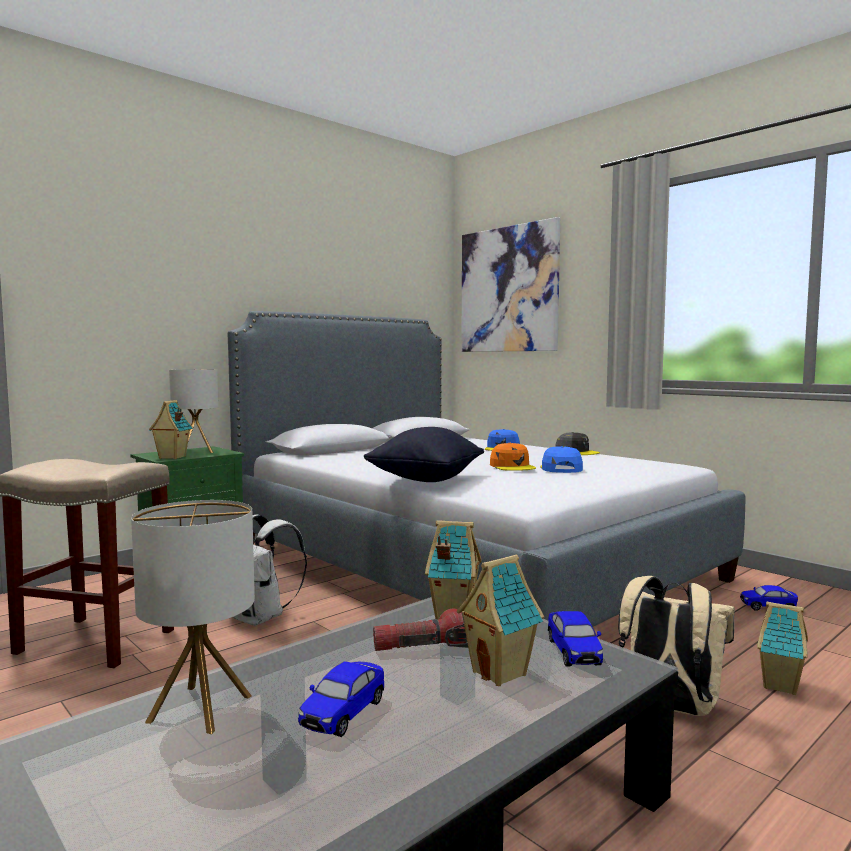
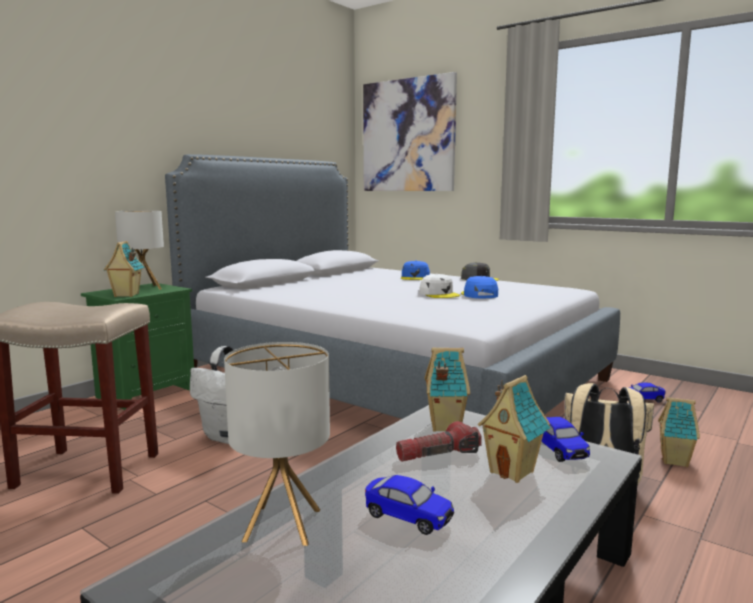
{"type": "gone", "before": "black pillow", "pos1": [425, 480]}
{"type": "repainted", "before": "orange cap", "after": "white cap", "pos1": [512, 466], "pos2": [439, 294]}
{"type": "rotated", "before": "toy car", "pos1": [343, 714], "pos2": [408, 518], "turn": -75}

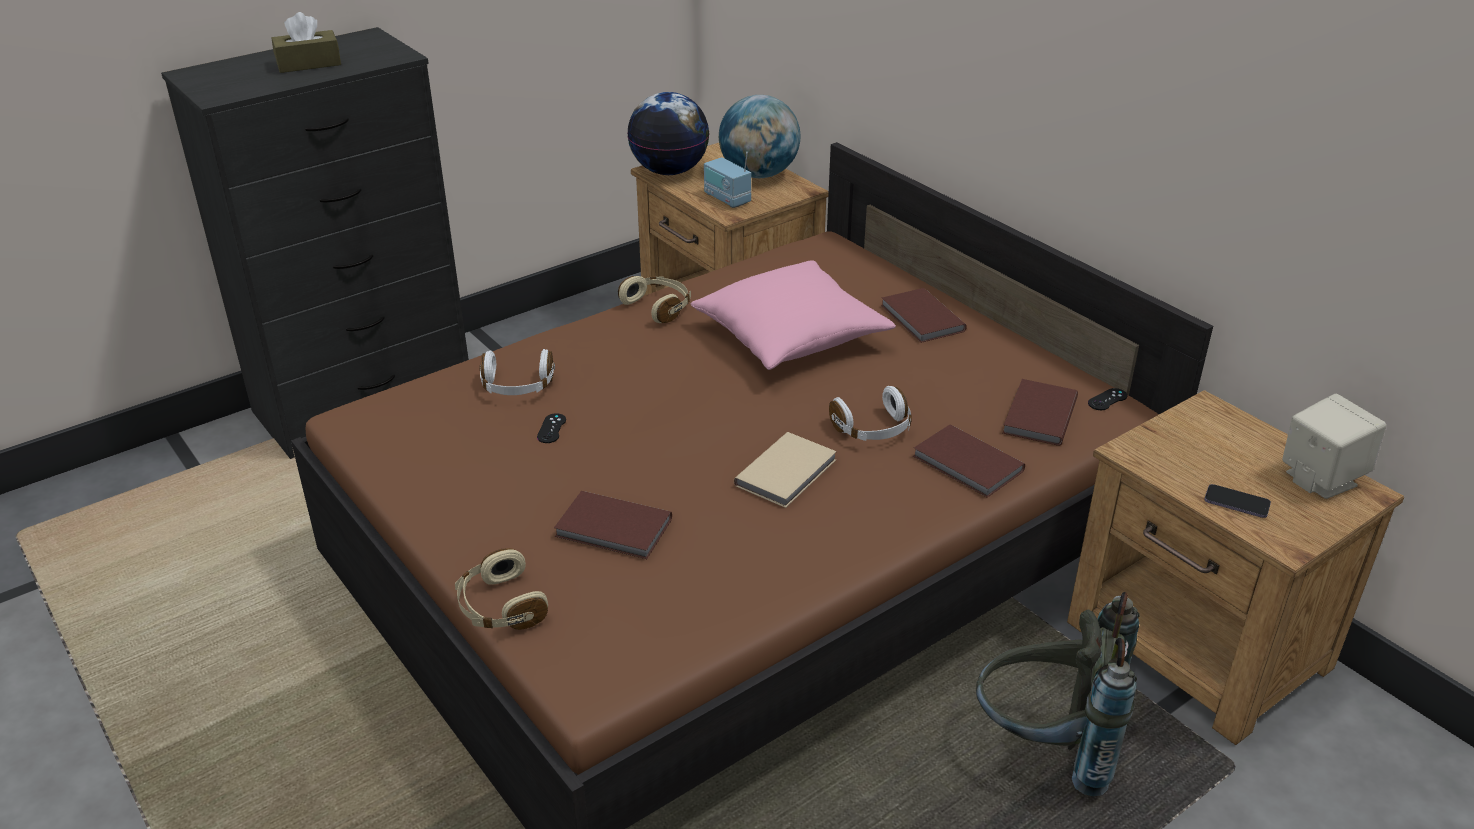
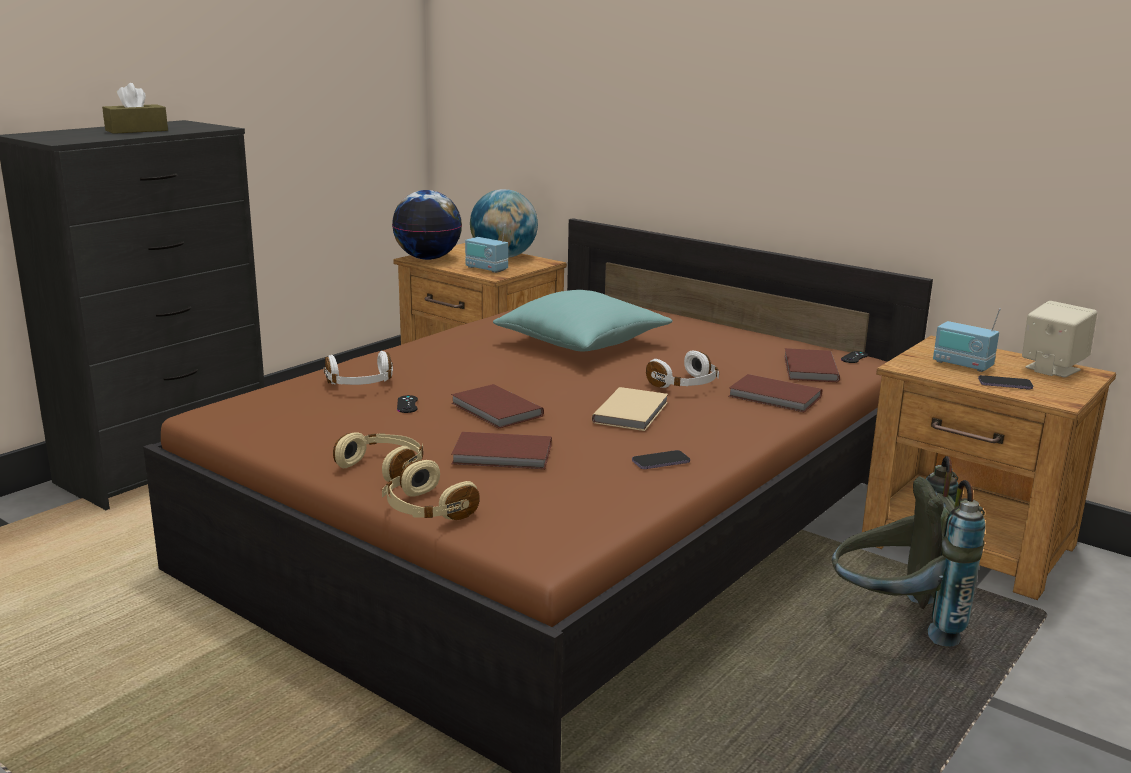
{"type": "new", "after": "phone", "pos2": [660, 462]}
{"type": "new", "after": "radio", "pos2": [962, 365]}
{"type": "shifted", "before": "beige headphones", "pos1": [658, 307], "pos2": [384, 467]}
{"type": "shifted", "before": "brown book", "pos1": [921, 319], "pos2": [495, 410]}
{"type": "repainted", "before": "pink pillow", "after": "turquoise pillow", "pos1": [791, 337], "pos2": [582, 342]}

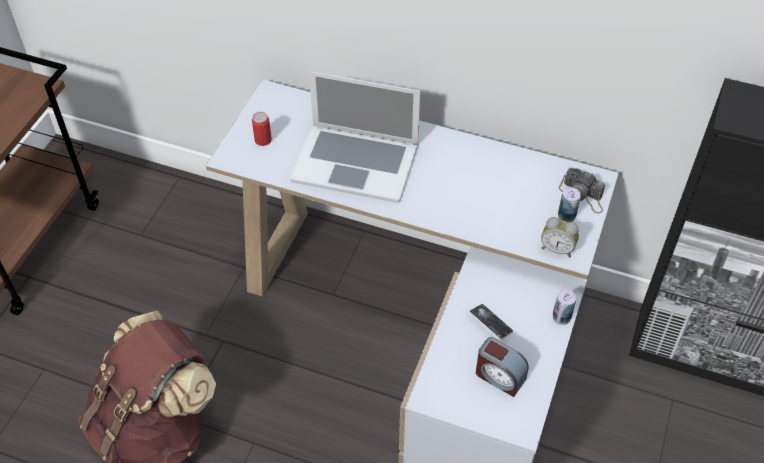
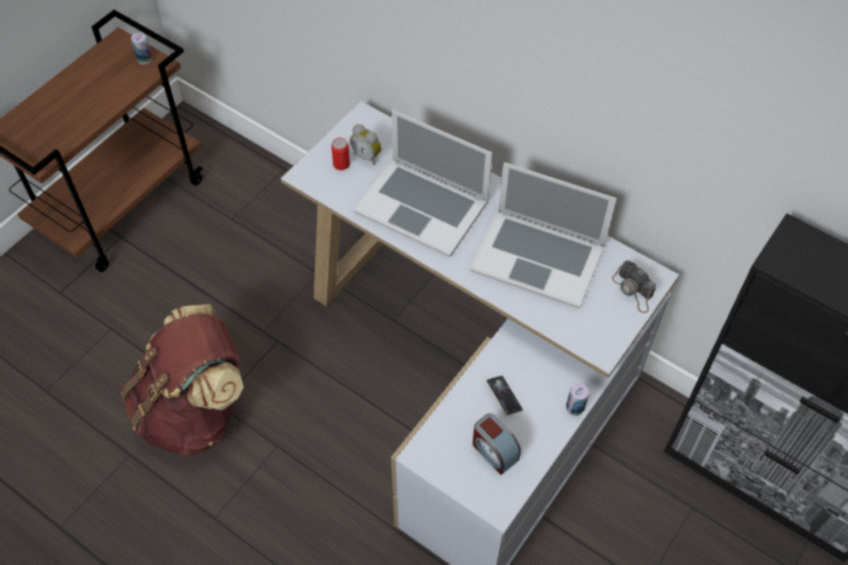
{"type": "new", "after": "laptop", "pos2": [538, 257]}
{"type": "shifted", "before": "alarm clock", "pos1": [557, 248], "pos2": [367, 155]}
{"type": "shifted", "before": "can", "pos1": [566, 216], "pos2": [145, 59]}

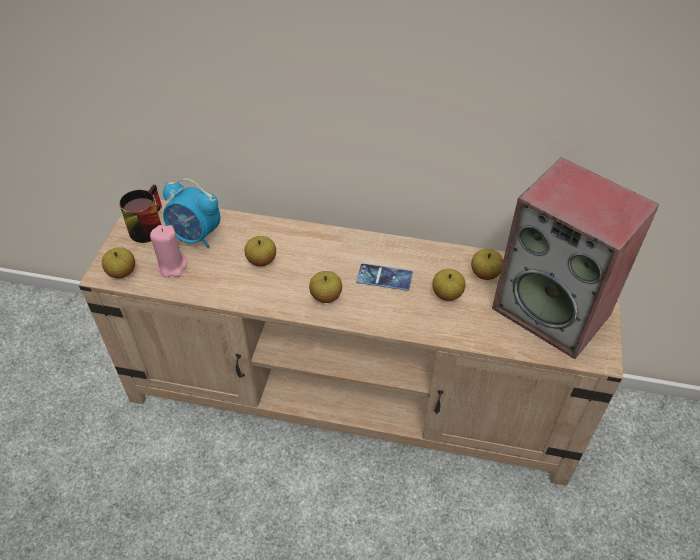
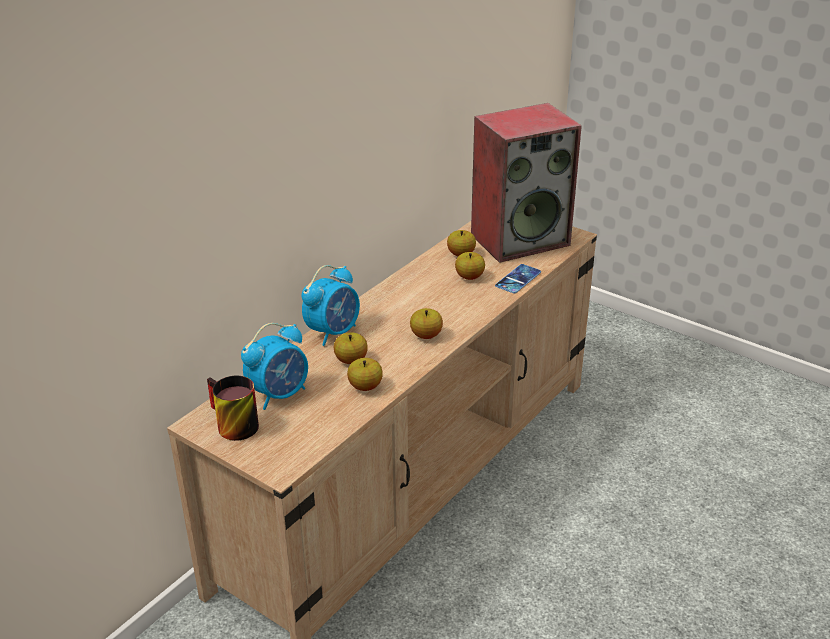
{"type": "gone", "before": "pink candle", "pos1": [172, 266]}
{"type": "new", "after": "alarm clock", "pos2": [333, 332]}
{"type": "shifted", "before": "apple", "pos1": [122, 272], "pos2": [365, 386]}
{"type": "shifted", "before": "phone", "pos1": [384, 277], "pos2": [518, 279]}

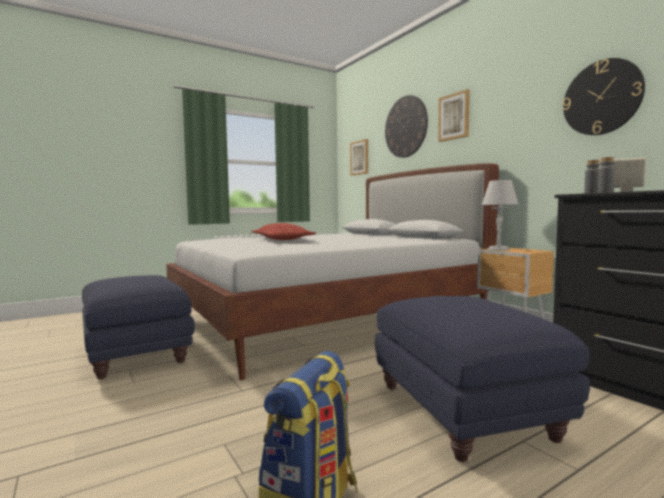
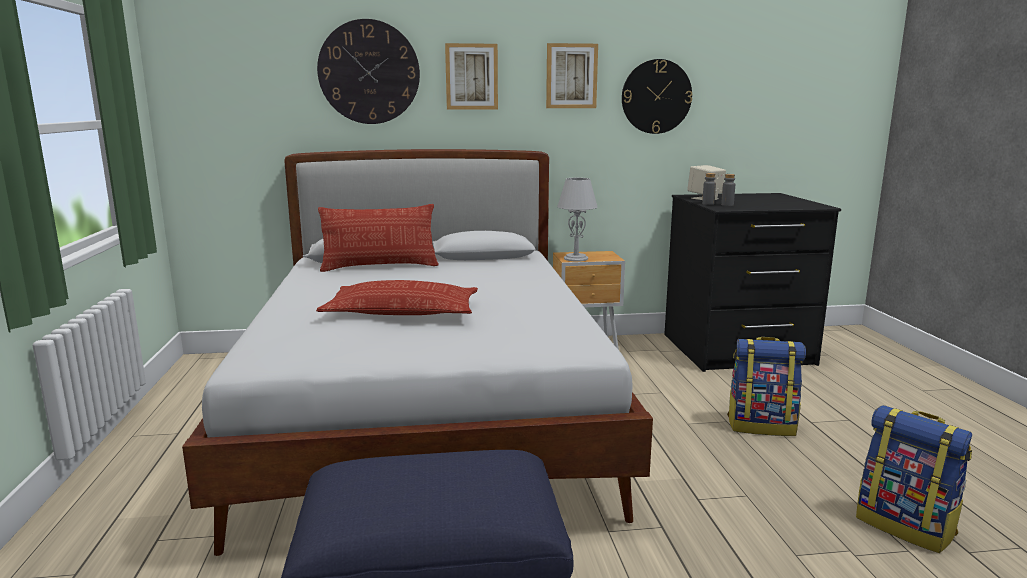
{"type": "new", "after": "pillow", "pos2": [380, 267]}
{"type": "shifted", "before": "picture", "pos1": [359, 157], "pos2": [571, 76]}
{"type": "swapped", "before": "blue ottoman", "after": "backpack", "pos1": [465, 412], "pos2": [761, 426]}

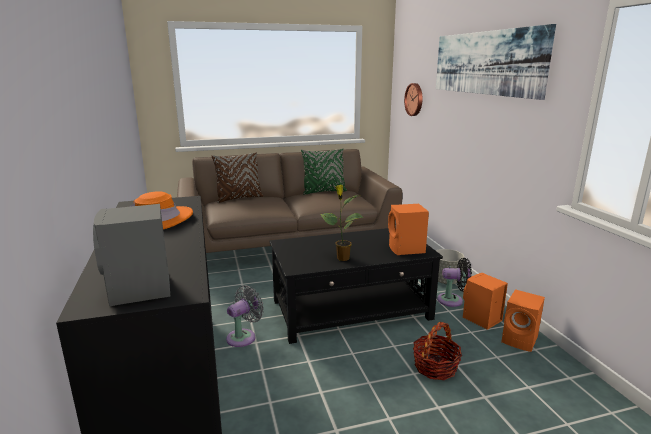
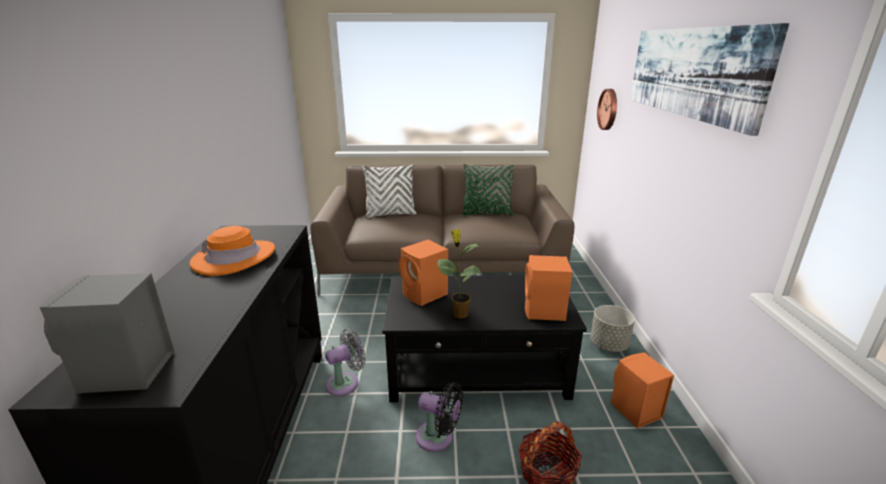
{"type": "shifted", "before": "black fan", "pos1": [453, 300], "pos2": [438, 438]}
{"type": "shifted", "before": "orange speaker", "pos1": [521, 340], "pos2": [425, 295]}
{"type": "repainted", "before": "brown pillow", "after": "white pillow", "pos1": [239, 198], "pos2": [390, 214]}

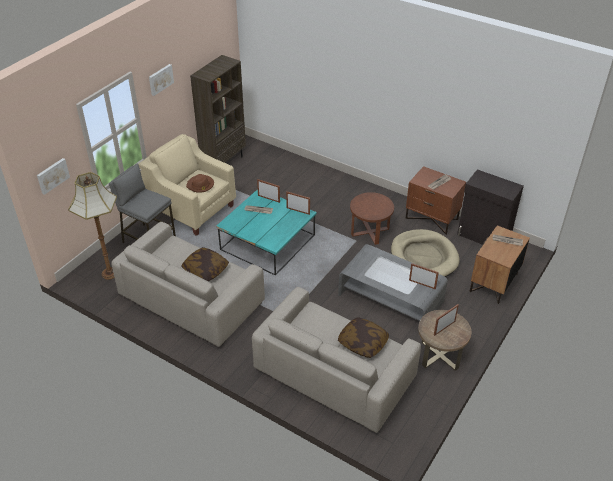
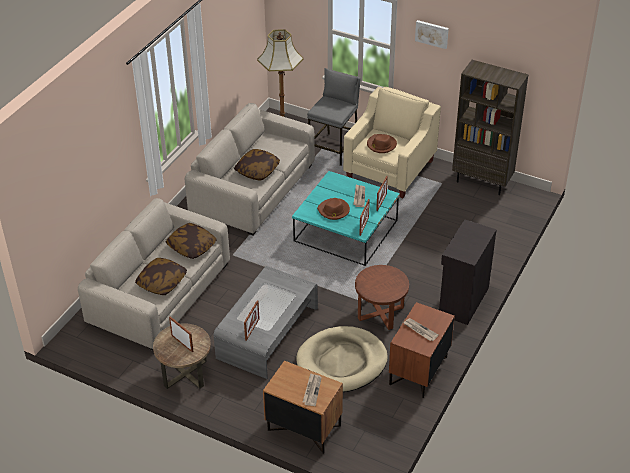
{"type": "gone", "before": "picture", "pos1": [52, 175]}
{"type": "new", "after": "pillow", "pos2": [191, 247]}
{"type": "new", "after": "brown hat", "pos2": [334, 210]}
{"type": "shifted", "before": "black cabinet", "pos1": [483, 236], "pos2": [462, 301]}

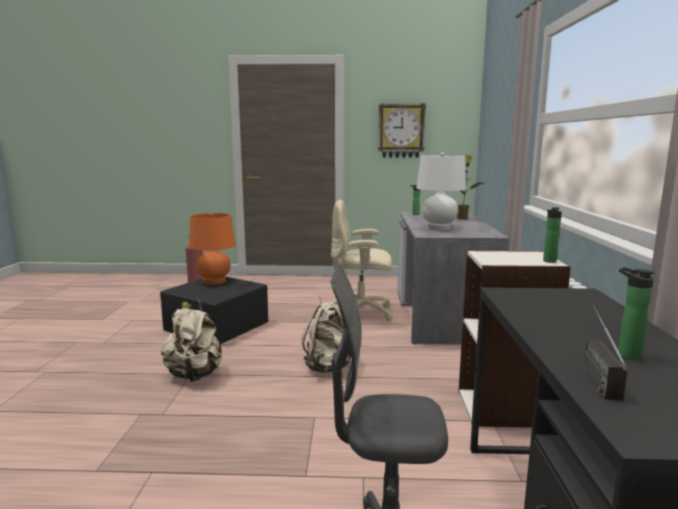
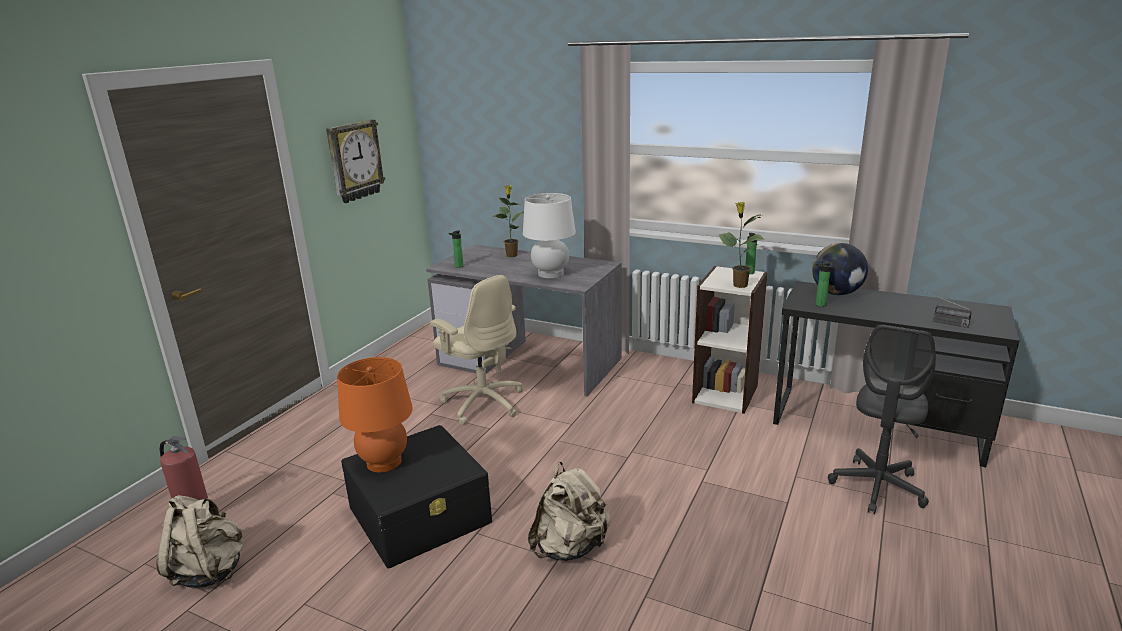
{"type": "new", "after": "potted plant", "pos2": [739, 285]}
{"type": "new", "after": "globe", "pos2": [836, 293]}
{"type": "shifted", "before": "beige backpack", "pos1": [329, 367], "pos2": [209, 571]}
{"type": "shifted", "before": "bottle", "pos1": [625, 354], "pos2": [819, 305]}
{"type": "rotated", "before": "beige office chair", "pos1": [361, 313], "pos2": [483, 402], "turn": -75}

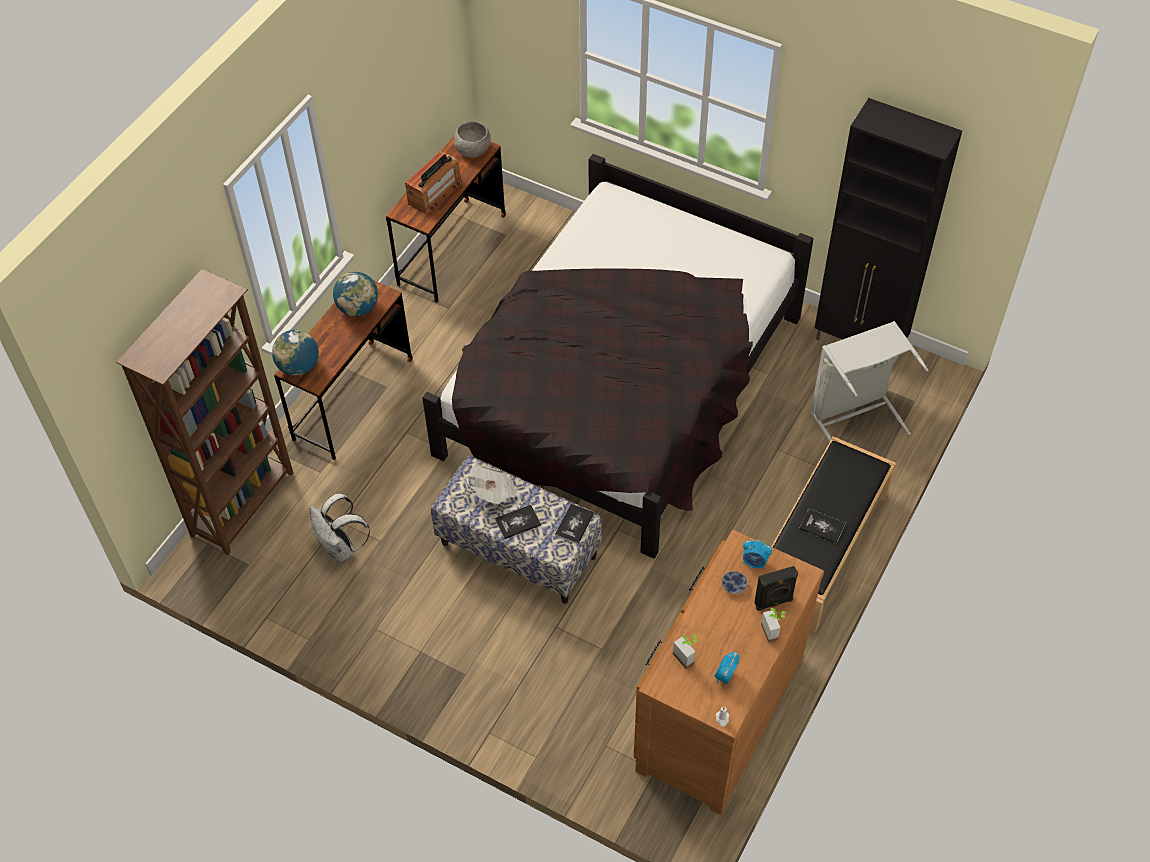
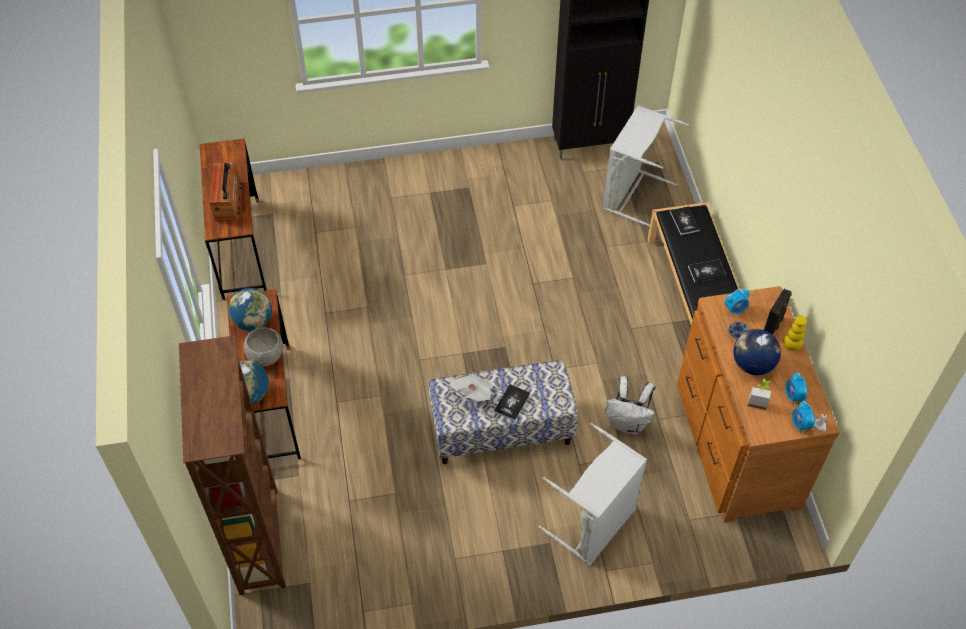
{"type": "gone", "before": "black bed", "pos1": [621, 387]}
{"type": "new", "after": "grey laundry basket", "pos2": [595, 525]}
{"type": "new", "after": "globe", "pos2": [752, 364]}
{"type": "new", "after": "alarm clock", "pos2": [800, 424]}
{"type": "shifted", "before": "white backpack", "pos1": [341, 548], "pos2": [628, 423]}
{"type": "shifted", "before": "grey bowl", "pos1": [473, 151], "pos2": [266, 356]}
{"type": "shifted", "before": "book", "pos1": [574, 524], "pos2": [684, 221]}
{"type": "swapped", "before": "potted plant", "after": "yellow vase", "pos1": [773, 631], "pos2": [791, 346]}

